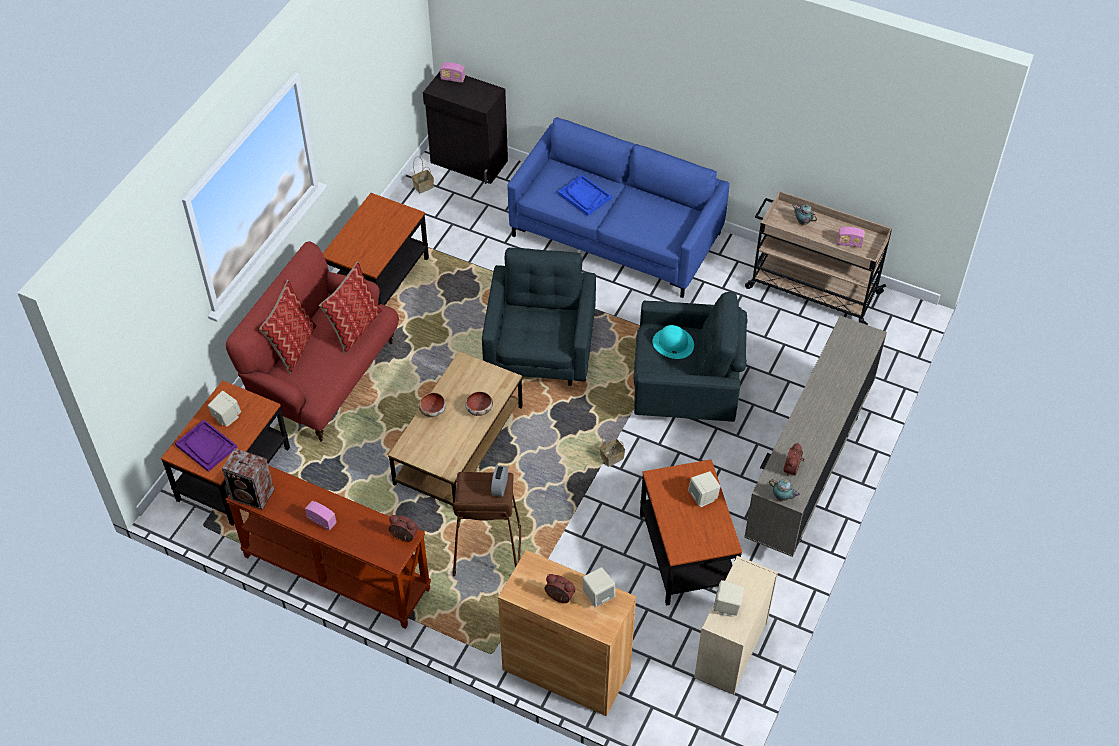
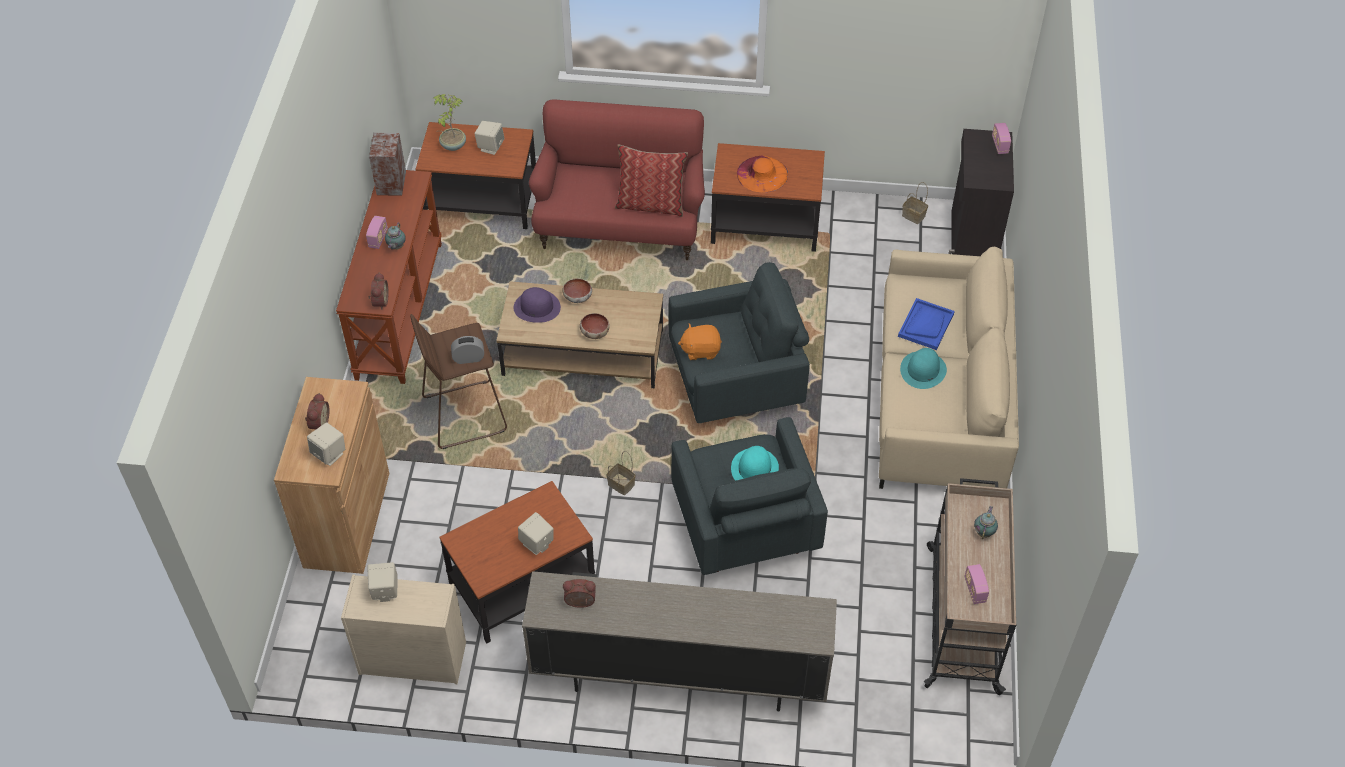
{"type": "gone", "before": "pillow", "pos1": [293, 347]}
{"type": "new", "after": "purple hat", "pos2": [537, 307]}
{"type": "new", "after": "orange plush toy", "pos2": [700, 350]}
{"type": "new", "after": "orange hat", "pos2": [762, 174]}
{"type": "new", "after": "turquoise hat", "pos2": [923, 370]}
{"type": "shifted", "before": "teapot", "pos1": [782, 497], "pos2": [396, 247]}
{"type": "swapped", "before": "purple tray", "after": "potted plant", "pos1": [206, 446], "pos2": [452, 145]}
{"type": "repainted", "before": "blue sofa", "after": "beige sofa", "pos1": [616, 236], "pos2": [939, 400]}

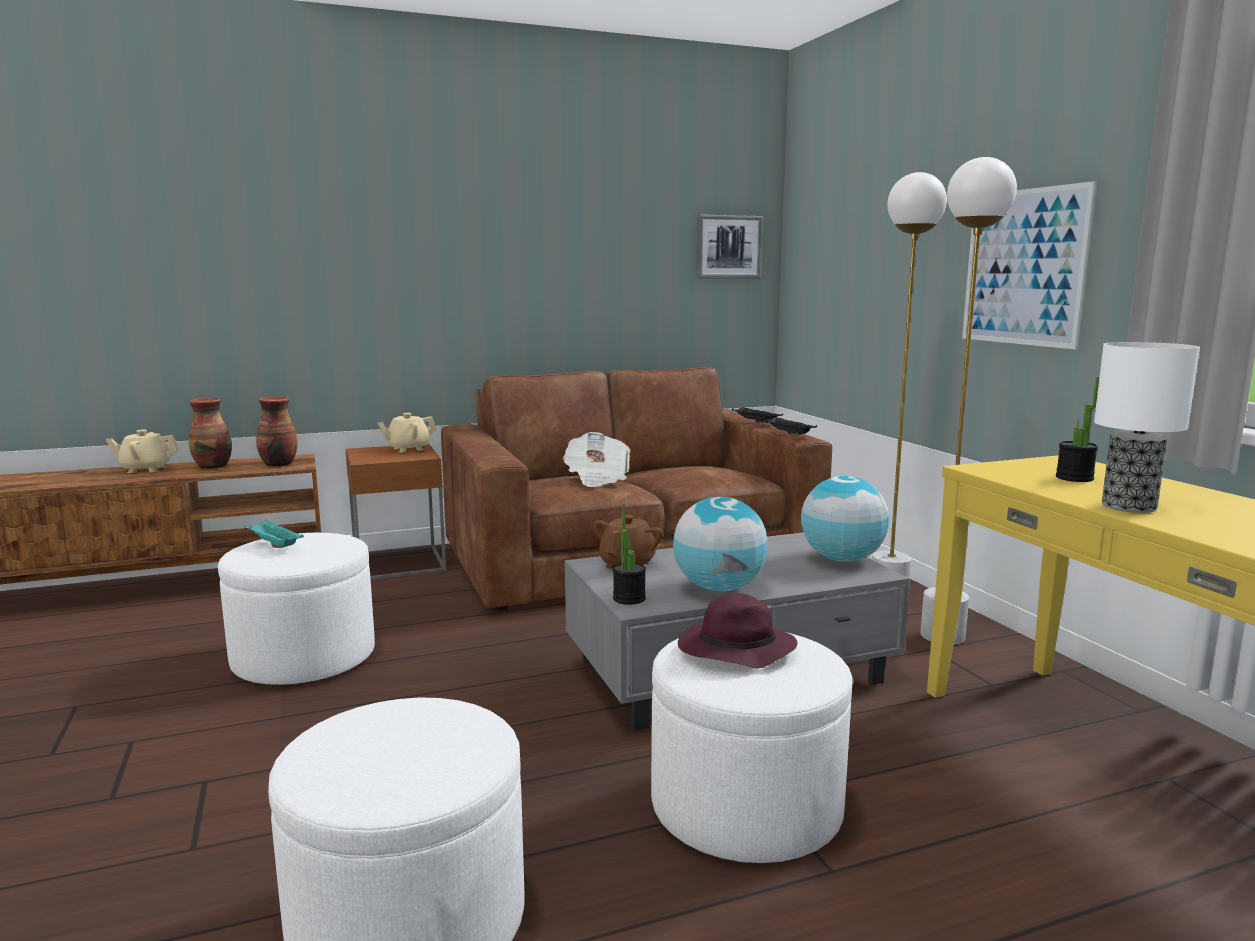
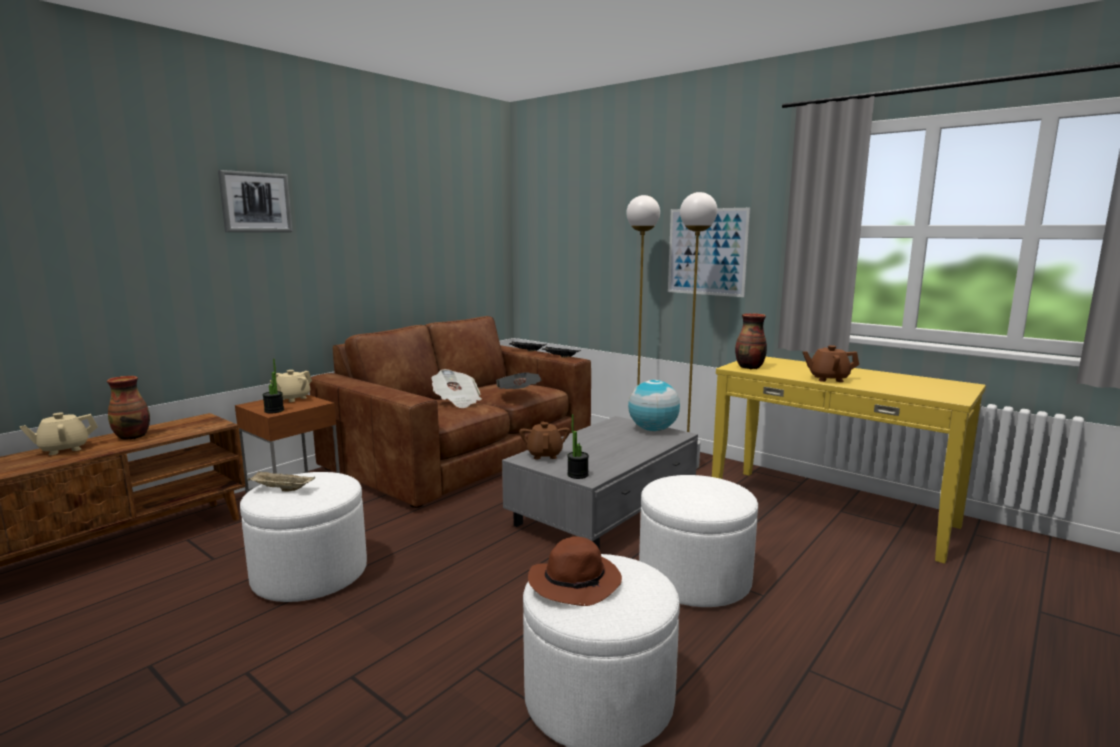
{"type": "gone", "before": "globe", "pos1": [719, 588]}
{"type": "gone", "before": "purple hat", "pos1": [734, 651]}
{"type": "new", "after": "newspaper", "pos2": [518, 394]}
{"type": "new", "after": "brown hat", "pos2": [576, 582]}
{"type": "shifted", "before": "vase", "pos1": [278, 464], "pos2": [749, 367]}
{"type": "shifted", "before": "picture", "pos1": [728, 247], "pos2": [255, 202]}
{"type": "shifted", "before": "potted plant", "pos1": [1074, 478], "pos2": [274, 411]}
{"type": "swapped", "before": "table lamp", "after": "brown teapot", "pos1": [1130, 506], "pos2": [828, 379]}
{"type": "repainted", "before": "turquoise tray", "after": "beige tray", "pos1": [274, 545], "pos2": [281, 489]}

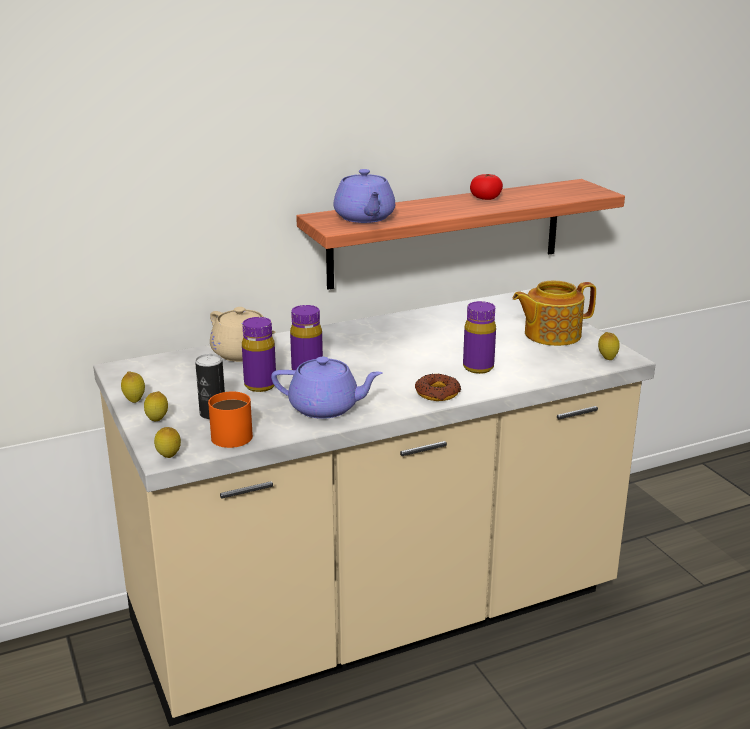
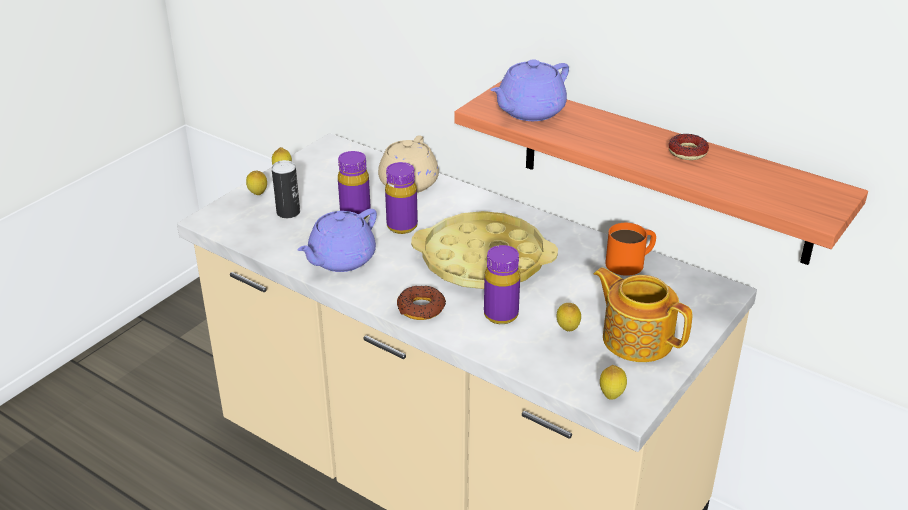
{"type": "new", "after": "yellow tray", "pos2": [483, 260]}
{"type": "shifted", "before": "lemon", "pos1": [169, 457], "pos2": [567, 330]}
{"type": "shifted", "before": "orange mug", "pos1": [233, 433], "pos2": [631, 262]}
{"type": "swapped", "before": "tomato", "after": "donut", "pos1": [486, 198], "pos2": [687, 152]}
{"type": "rotated", "before": "purple teapot", "pos1": [326, 408], "pos2": [340, 259], "turn": 60}

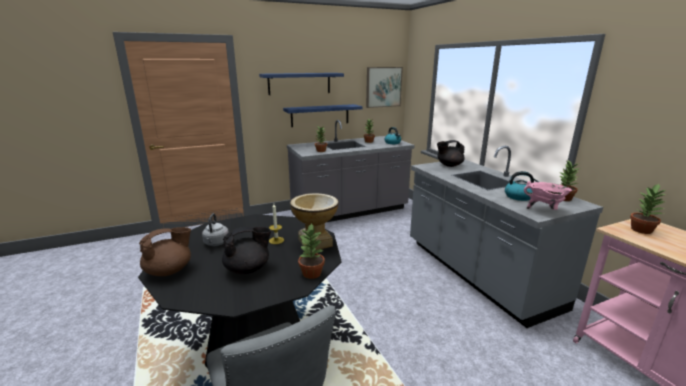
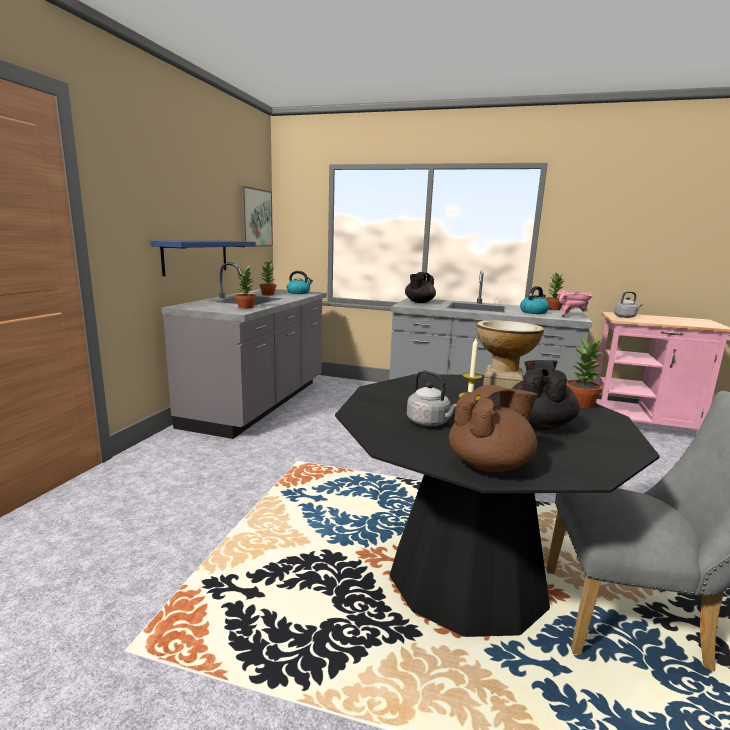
{"type": "gone", "before": "blue shelf", "pos1": [299, 83]}
{"type": "swapped", "before": "potted plant", "after": "grey kettle", "pos1": [642, 230], "pos2": [625, 317]}
{"type": "rotated", "before": "brown teapot", "pos1": [169, 271], "pos2": [490, 465], "turn": 60}

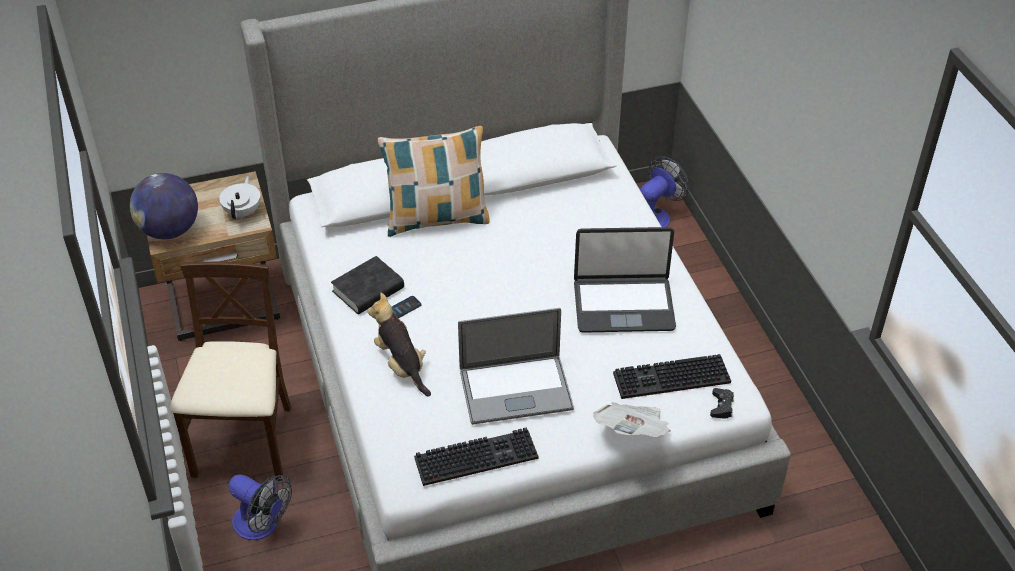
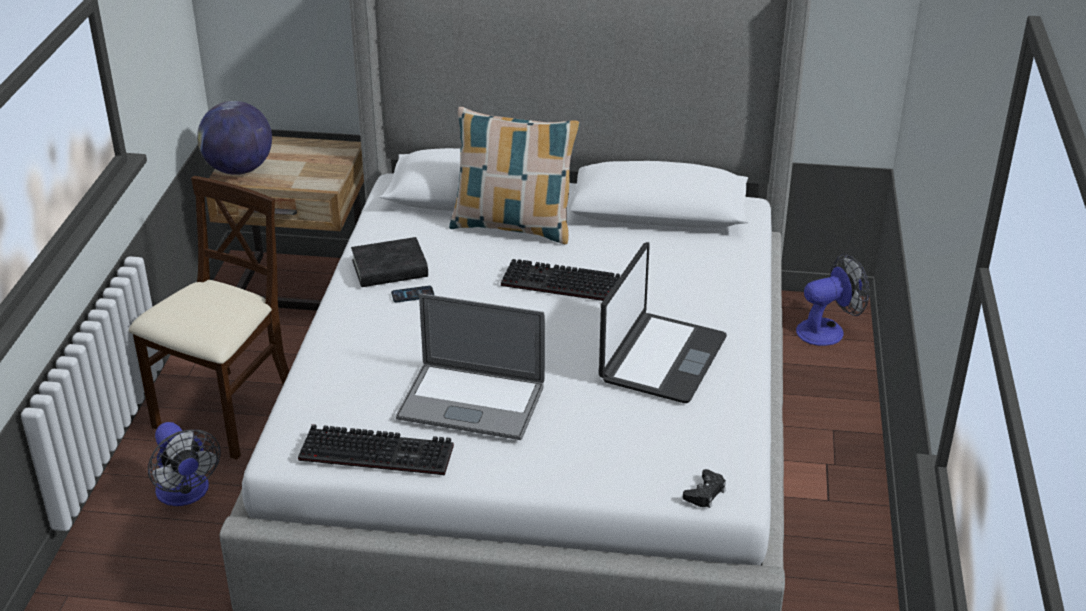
{"type": "gone", "before": "white teapot", "pos1": [243, 212]}
{"type": "gone", "before": "plush toy", "pos1": [401, 365]}
{"type": "gone", "before": "newspaper", "pos1": [632, 432]}
{"type": "shifted", "before": "keyboard", "pos1": [670, 380], "pos2": [563, 286]}
{"type": "rotated", "before": "laptop", "pos1": [623, 305], "pos2": [661, 359], "turn": -90}

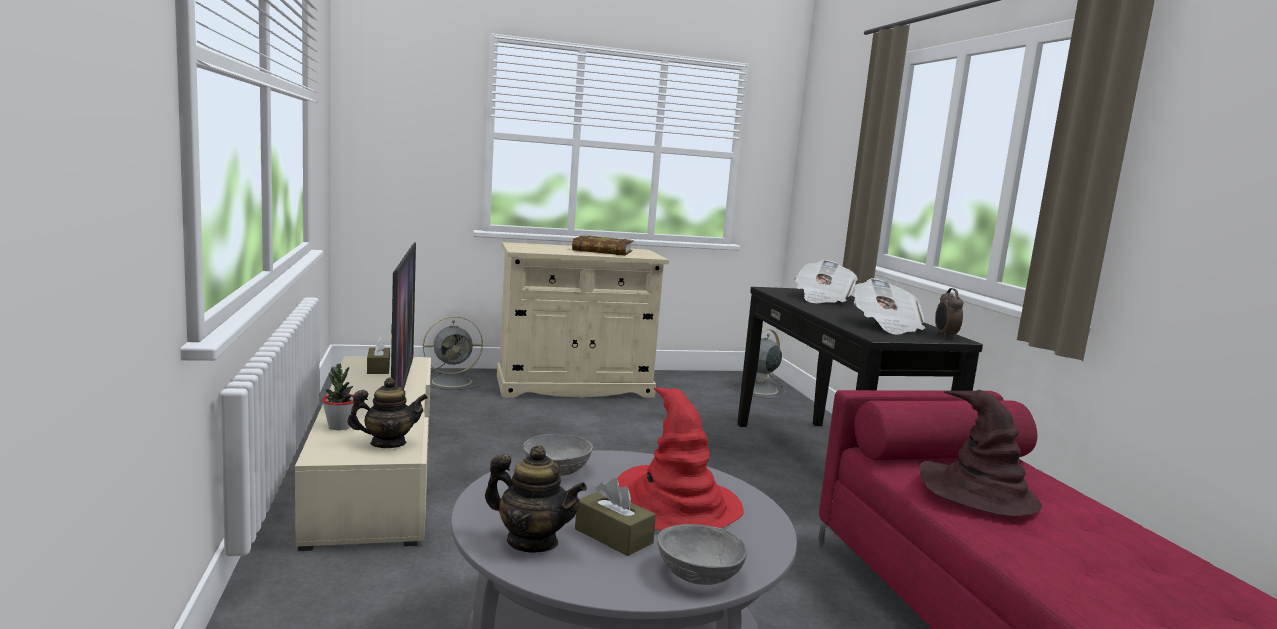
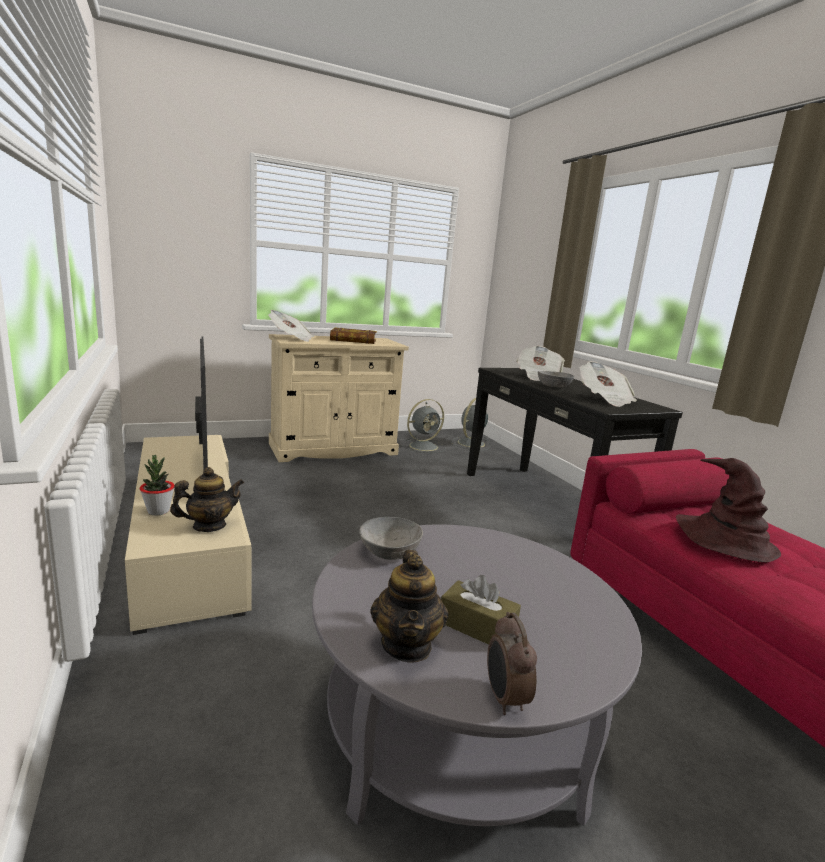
{"type": "gone", "before": "brown tissue box", "pos1": [378, 368]}
{"type": "gone", "before": "red hat", "pos1": [675, 505]}
{"type": "new", "after": "newspaper", "pos2": [291, 338]}
{"type": "shifted", "before": "grey fan", "pos1": [454, 381], "pos2": [424, 446]}
{"type": "shifted", "before": "grey bowl", "pos1": [698, 574], "pos2": [554, 386]}
{"type": "shifted", "before": "alarm clock", "pos1": [945, 336], "pos2": [504, 698]}
{"type": "rotated", "before": "teapot", "pos1": [532, 542], "pos2": [407, 645], "turn": 75}

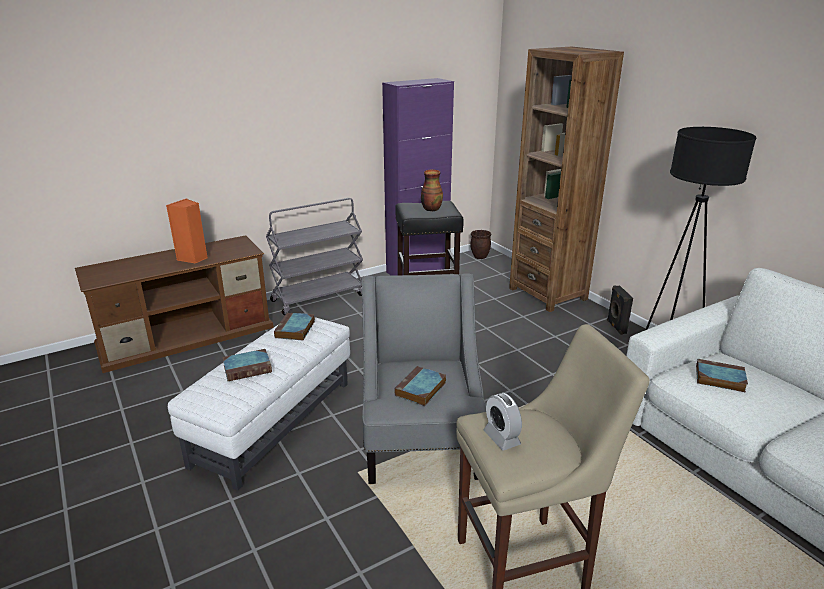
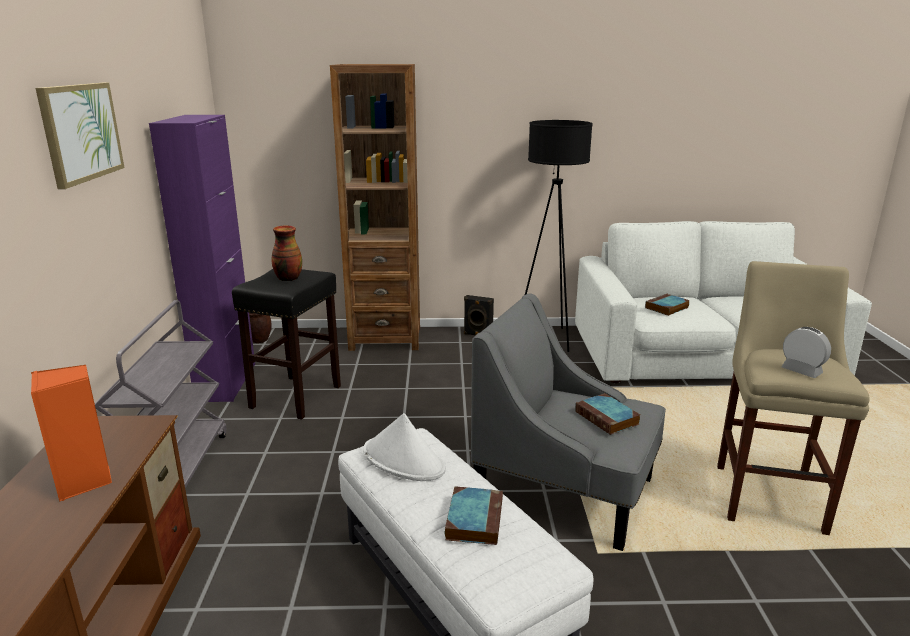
{"type": "new", "after": "picture", "pos2": [81, 132]}
{"type": "swapped", "before": "book", "after": "white hat", "pos1": [295, 330], "pos2": [404, 460]}
{"type": "rotated", "before": "alarm clock", "pos1": [501, 438], "pos2": [801, 371], "turn": -135}

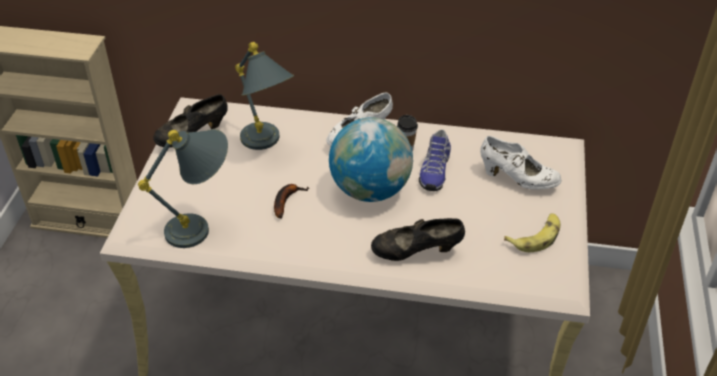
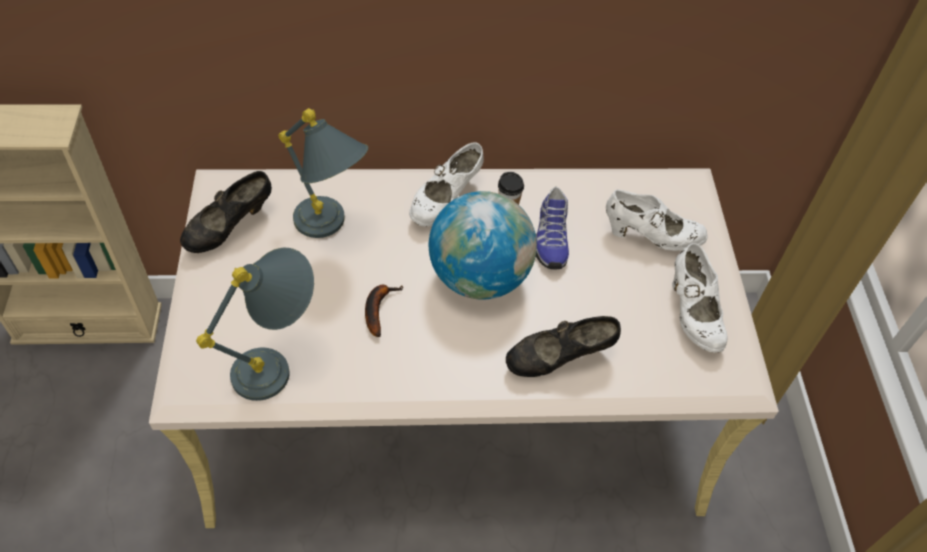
{"type": "swapped", "before": "banana", "after": "white shoe", "pos1": [536, 237], "pos2": [693, 314]}

